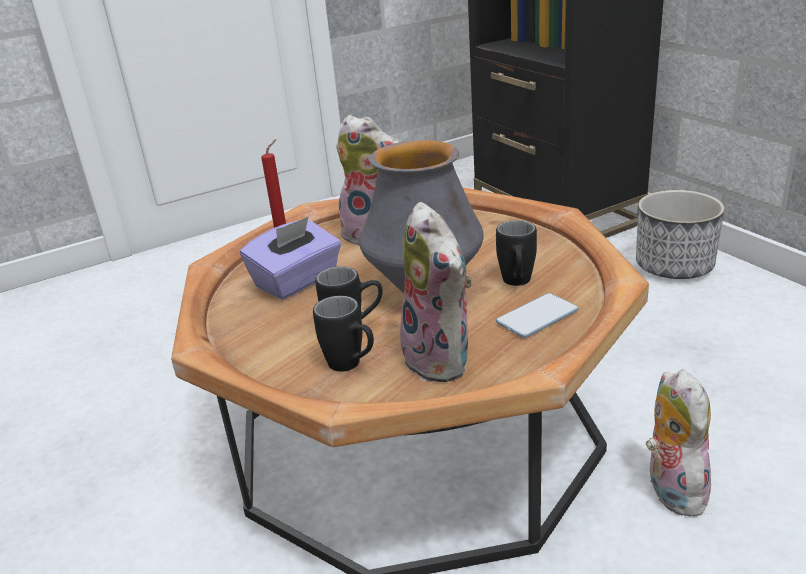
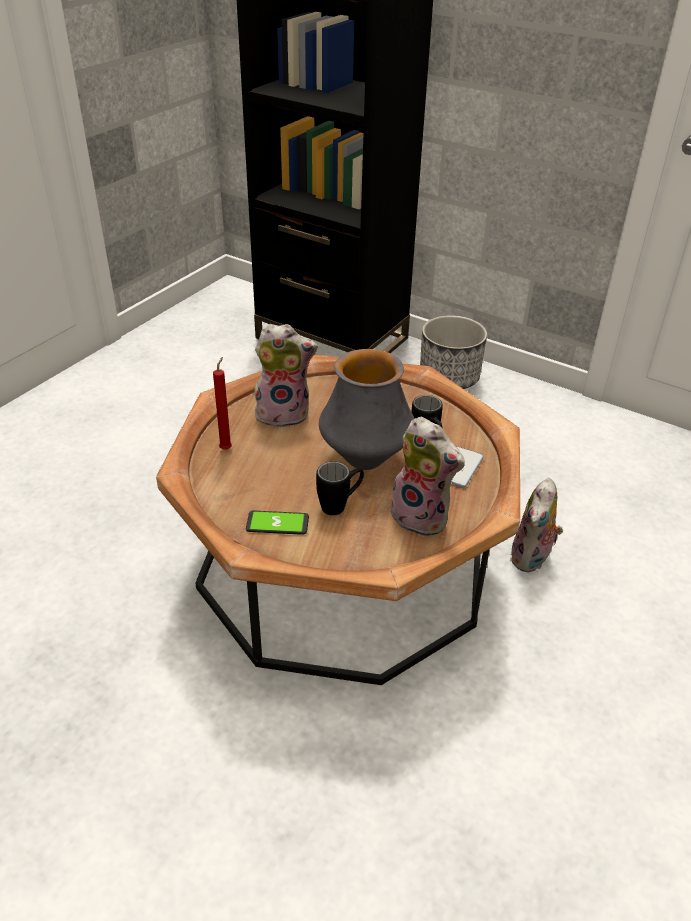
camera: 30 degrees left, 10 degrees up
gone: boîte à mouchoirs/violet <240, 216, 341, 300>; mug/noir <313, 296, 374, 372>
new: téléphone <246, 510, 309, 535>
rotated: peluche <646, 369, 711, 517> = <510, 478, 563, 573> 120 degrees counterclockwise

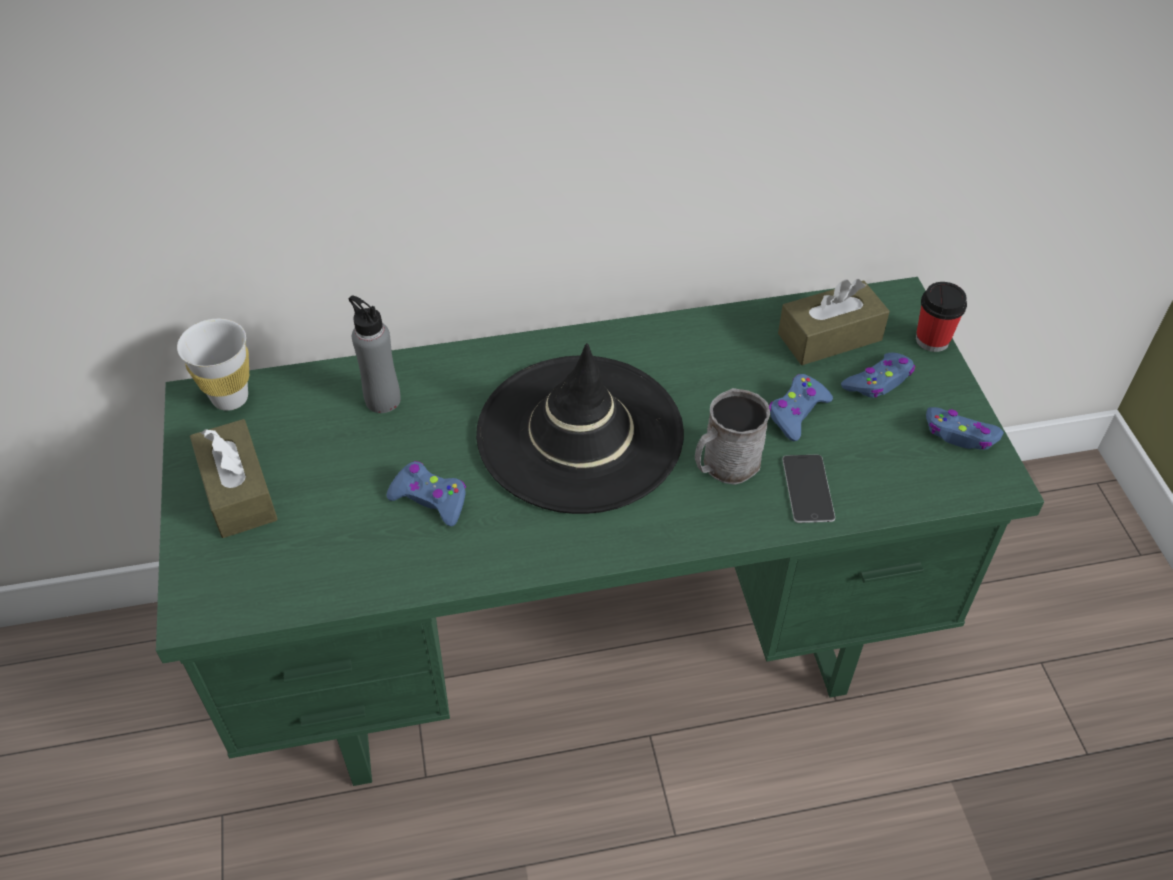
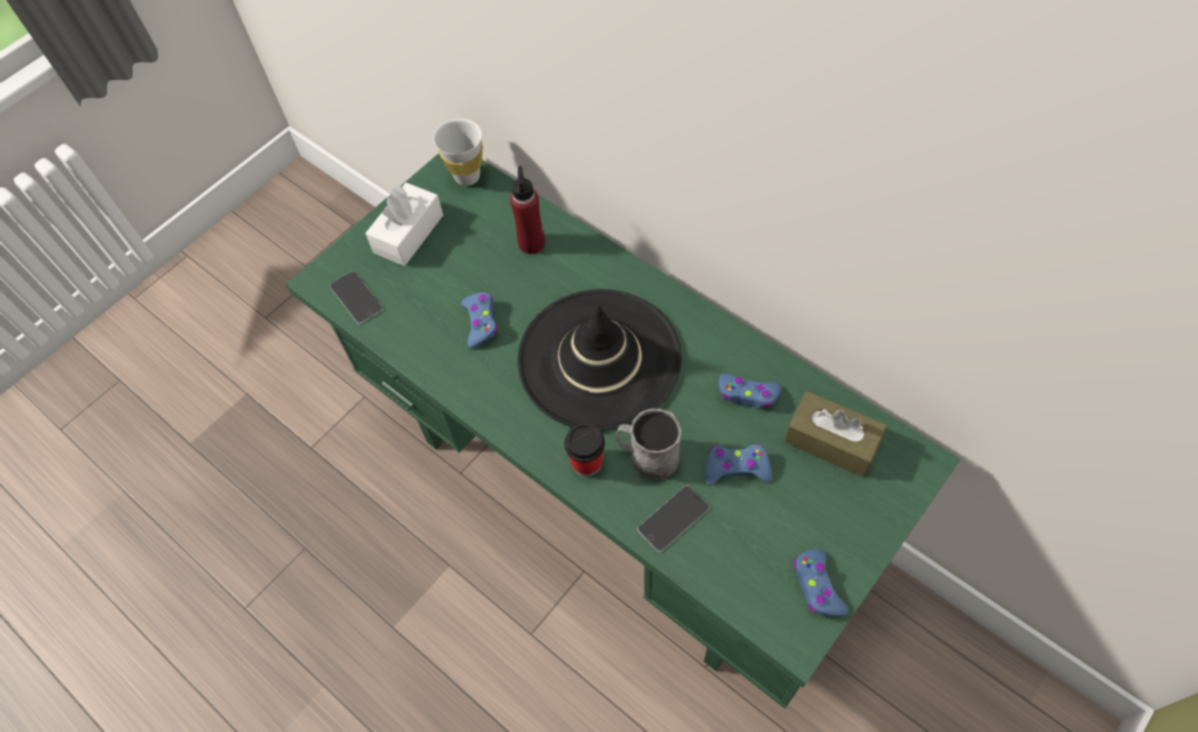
camera: 55 degrees right, 10 degrees up
new: téléphone <329, 271, 383, 324>
shifted: manette/bleu <841, 352, 915, 398> to <719, 373, 782, 408>; tasse <916, 282, 967, 352> to <564, 423, 605, 477>
repainted: boîte à mouchoirs/marron <190, 419, 278, 538> to boîte à mouchoirs/blanc <365, 182, 443, 266>; bouteille/gris <349, 296, 401, 413> to bouteille/rouge <510, 166, 545, 254>

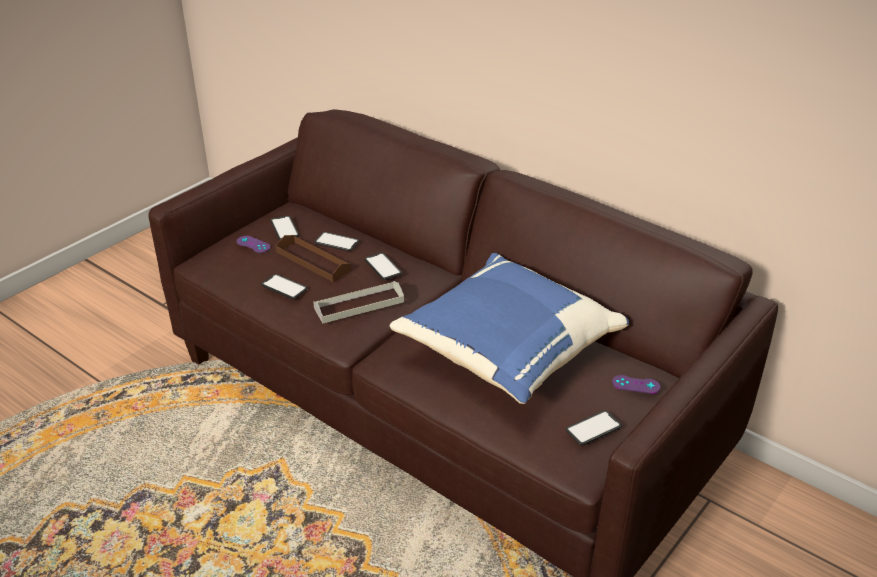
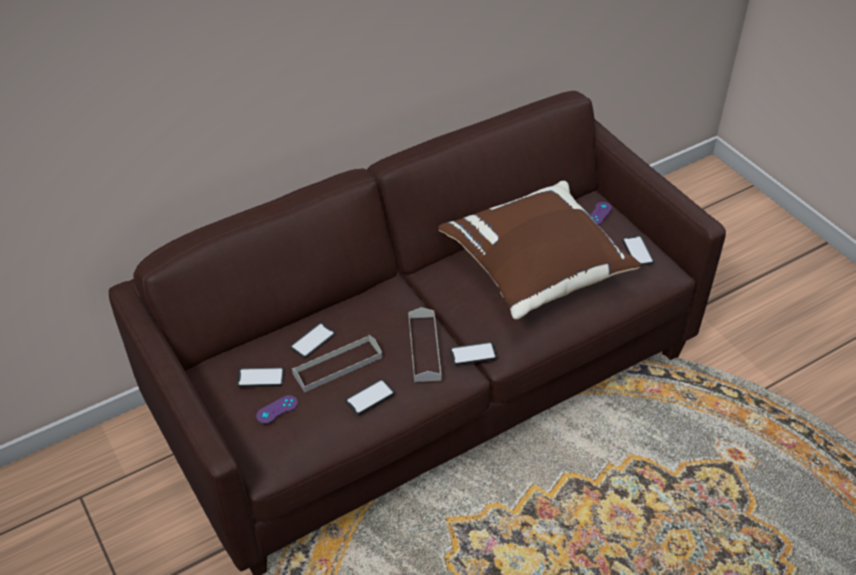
camera: 70 degrees left, 10 degrees up
shifted: téléphone <365, 253, 402, 280> to <450, 342, 497, 365>
repainted: plateau/marron <276, 235, 351, 282> to plateau/gris <292, 335, 382, 392>; coussin/bleu <389, 253, 629, 404> to coussin/marron <438, 180, 641, 319>

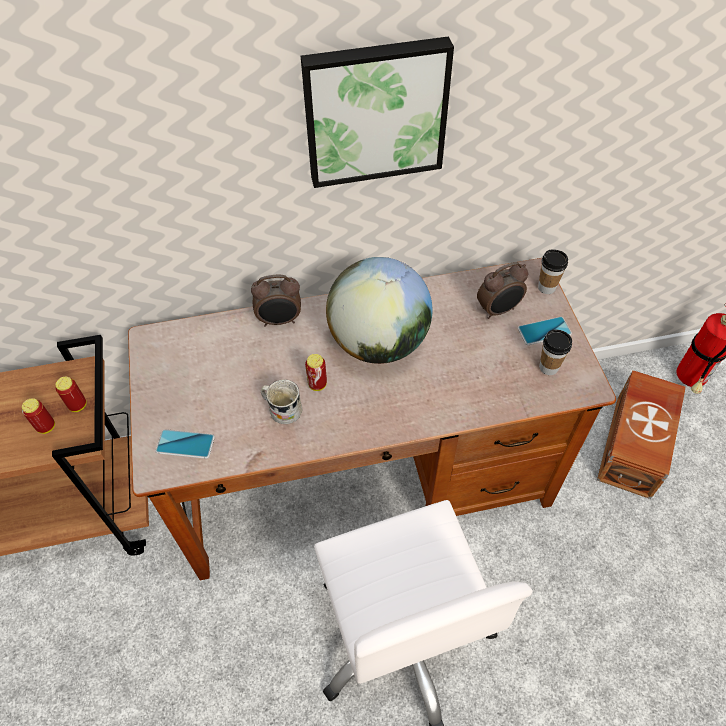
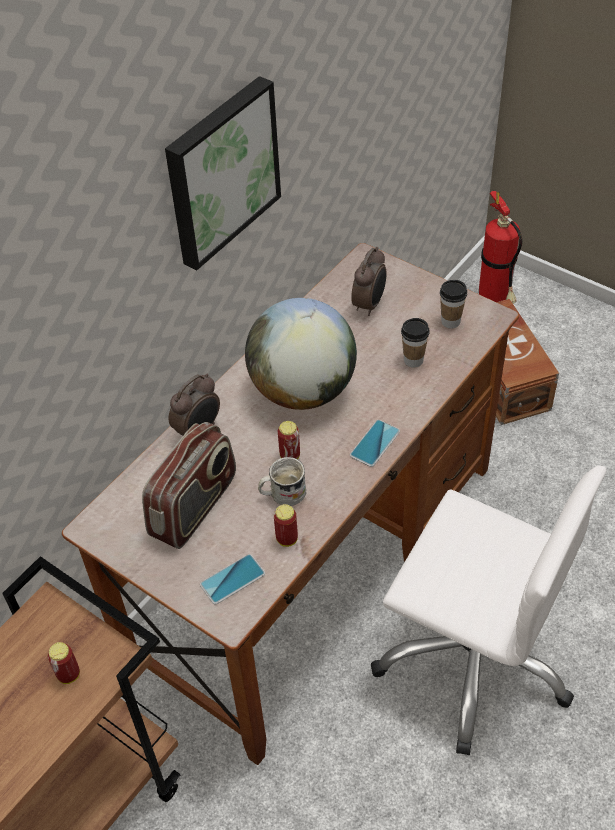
camera: 40 degrees left, 5 degrees down
new: radio <142, 422, 236, 549>
shifted: boîte métallique <56, 377, 87, 412> to <274, 504, 298, 547>; téléphone <518, 317, 572, 345> to <350, 420, 400, 467>; tasse <538, 249, 568, 294> to <401, 318, 429, 368>

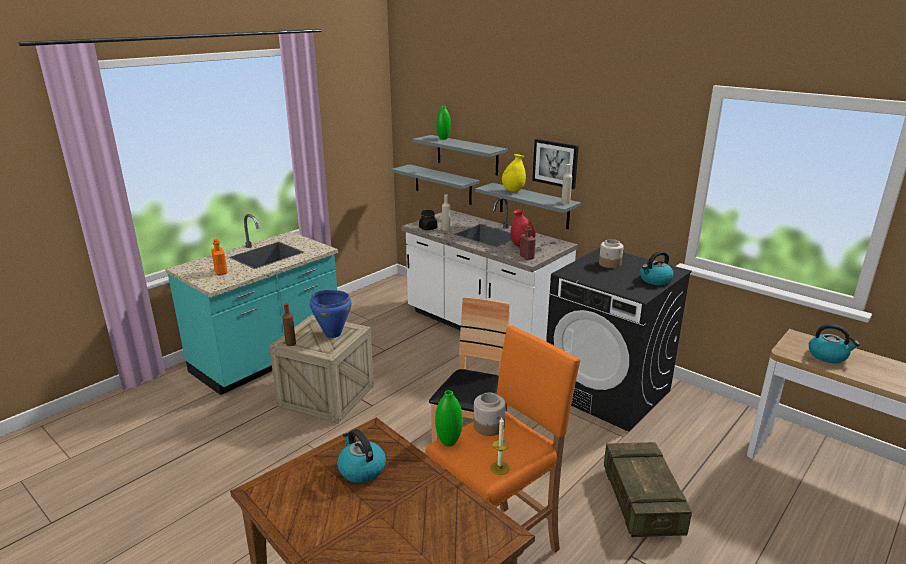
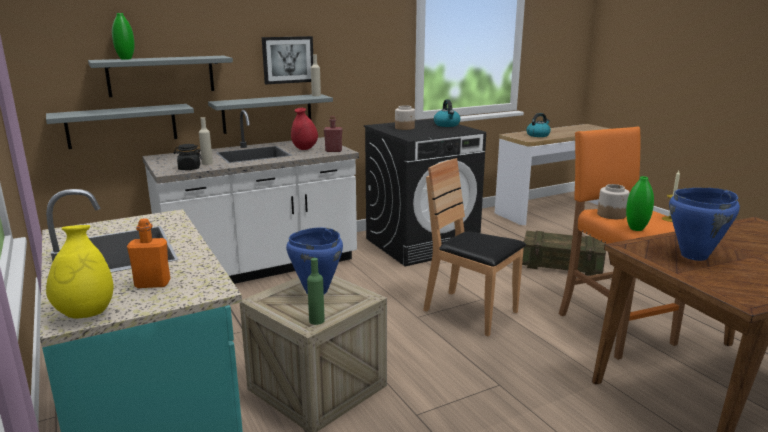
camera: 70 degrees left, 5 degrees down
shifted: vase/jaune <502, 154, 526, 192> to <46, 225, 114, 319>
swapped: bouilloire <337, 429, 386, 483> to marmite/bleu <669, 188, 740, 261>
repainted: bouteille/marron <282, 303, 296, 346> to bouteille/vert <307, 258, 325, 325>

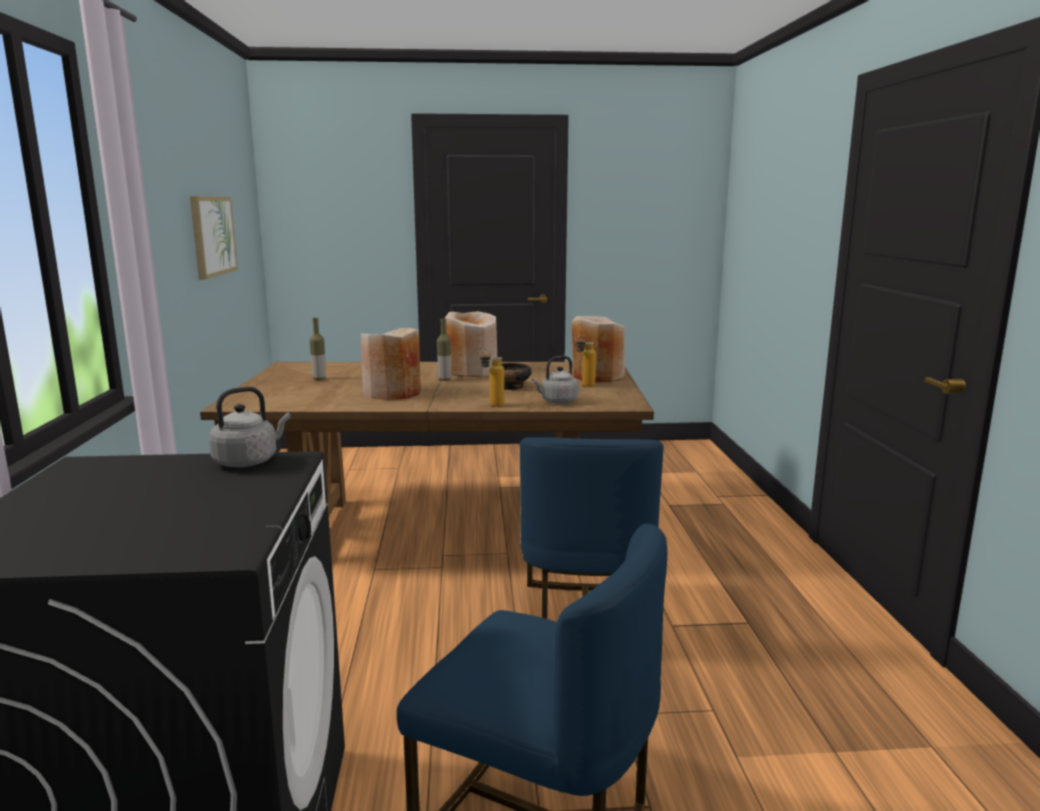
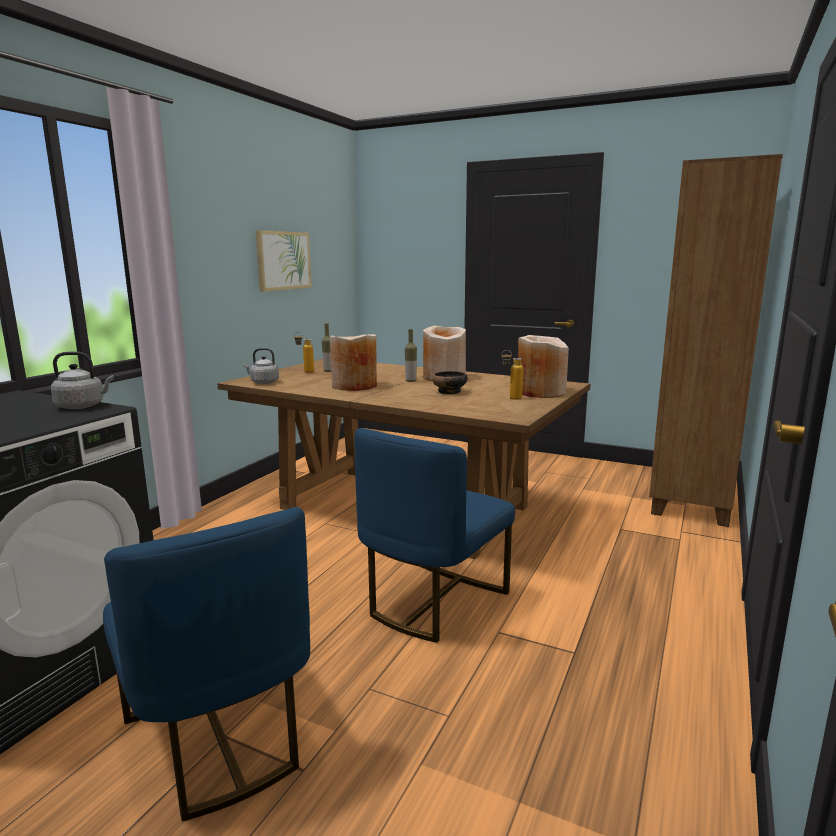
camera: 30 degrees right, 0 degrees up
new: bibliothèque/marron <649, 154, 783, 527>
shifted: bouteille <479, 349, 504, 407> to <294, 332, 314, 373>; bouilloire/gris <532, 356, 579, 404> to <243, 348, 279, 384>

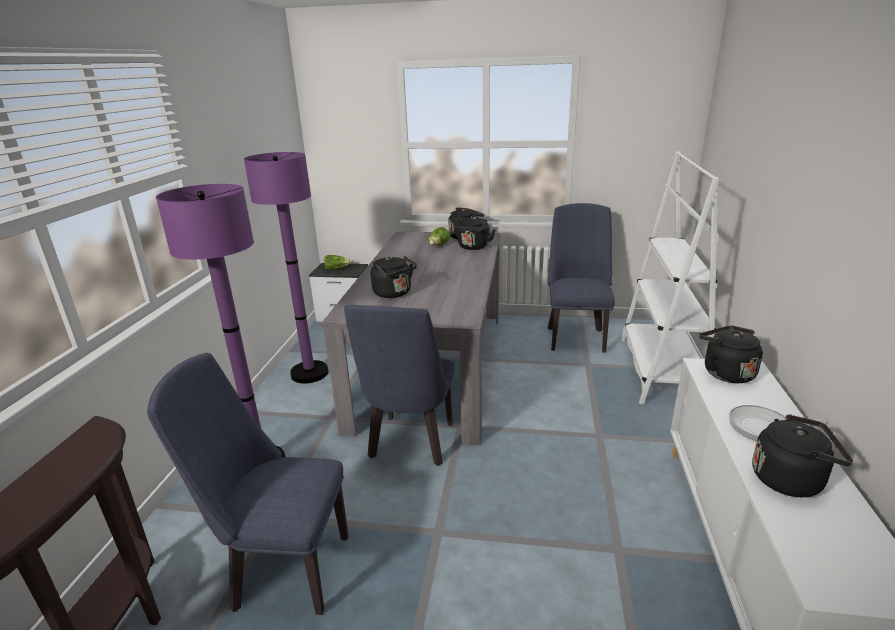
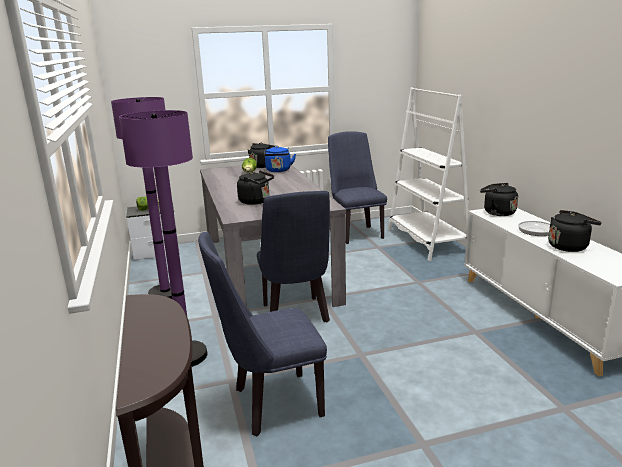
camera: 25 degrees left, 5 degrees down
repainted: bouilloire/noir <453, 216, 496, 250> to bouilloire/bleu <264, 146, 296, 172>

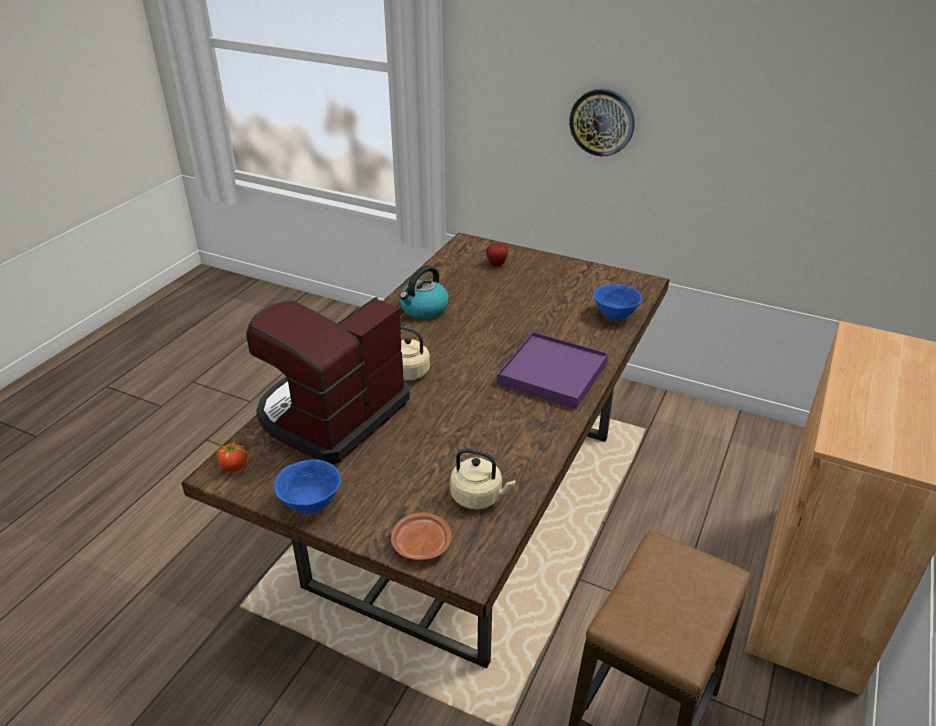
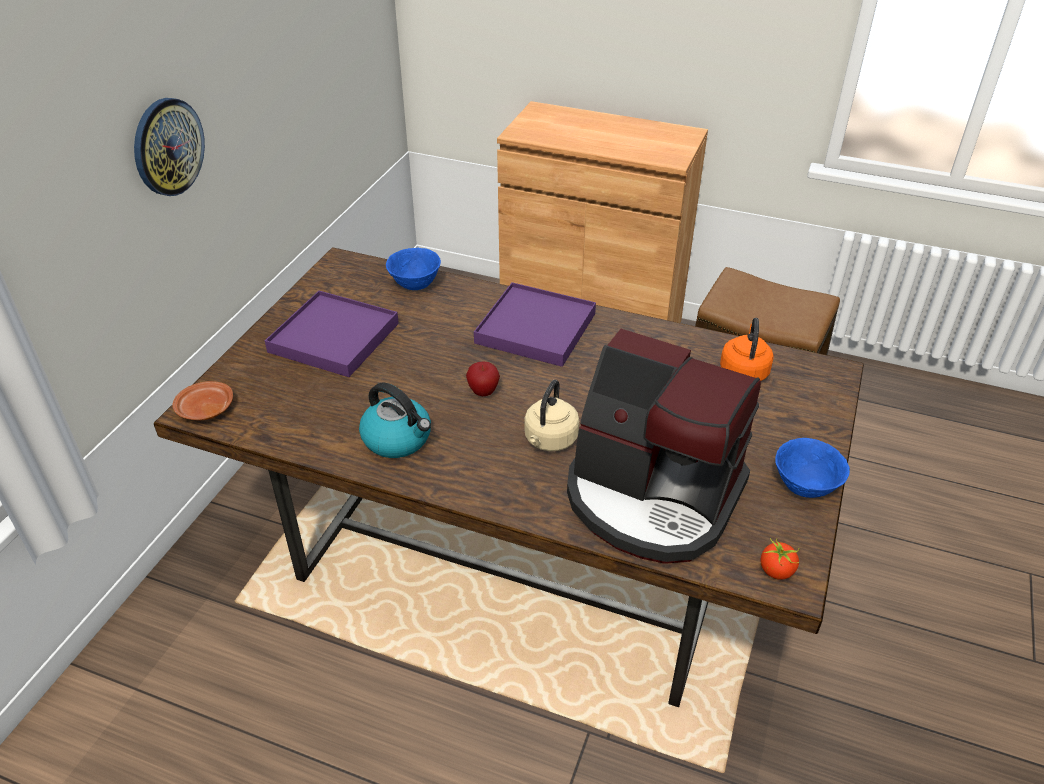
camera: 95 degrees left, 5 degrees up
new: plateau/violet <265, 291, 399, 377>
shifted: assiette/marron <391, 513, 452, 560> to <172, 381, 233, 421>; pomme <486, 243, 508, 266> to <466, 362, 500, 396>
repainted: bouilloire/beige <450, 448, 515, 509> to bouilloire/orange <720, 318, 774, 381>

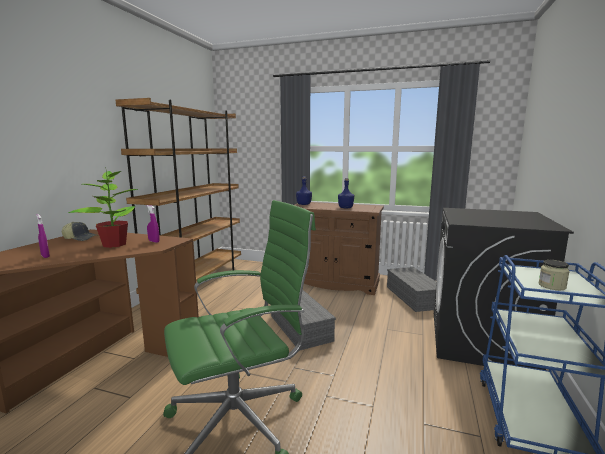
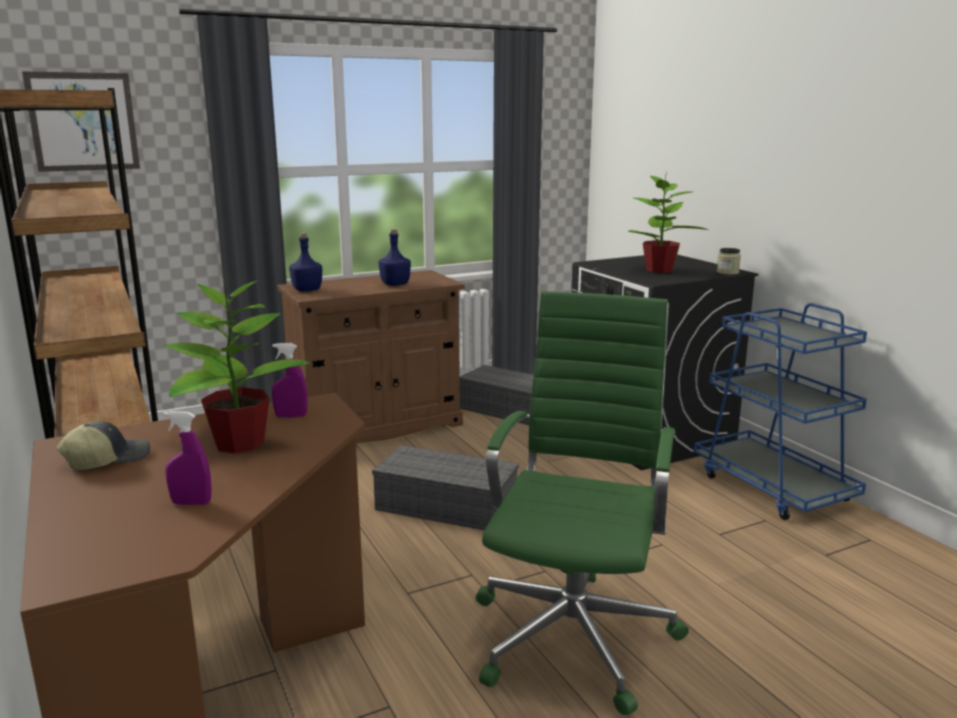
camera: 45 degrees left, 5 degrees up
new: tableau <22, 72, 140, 172>; plante en pot <628, 172, 709, 273>
shifted: bocal <539, 260, 570, 290> to <717, 248, 741, 275>

